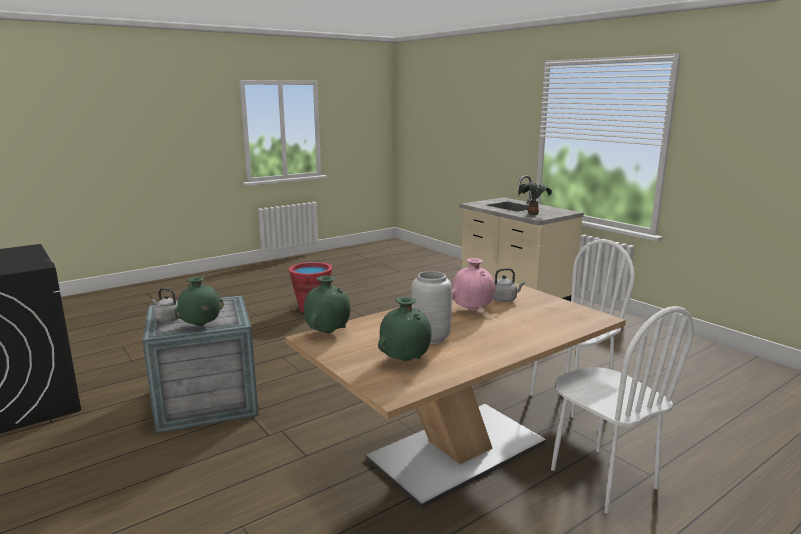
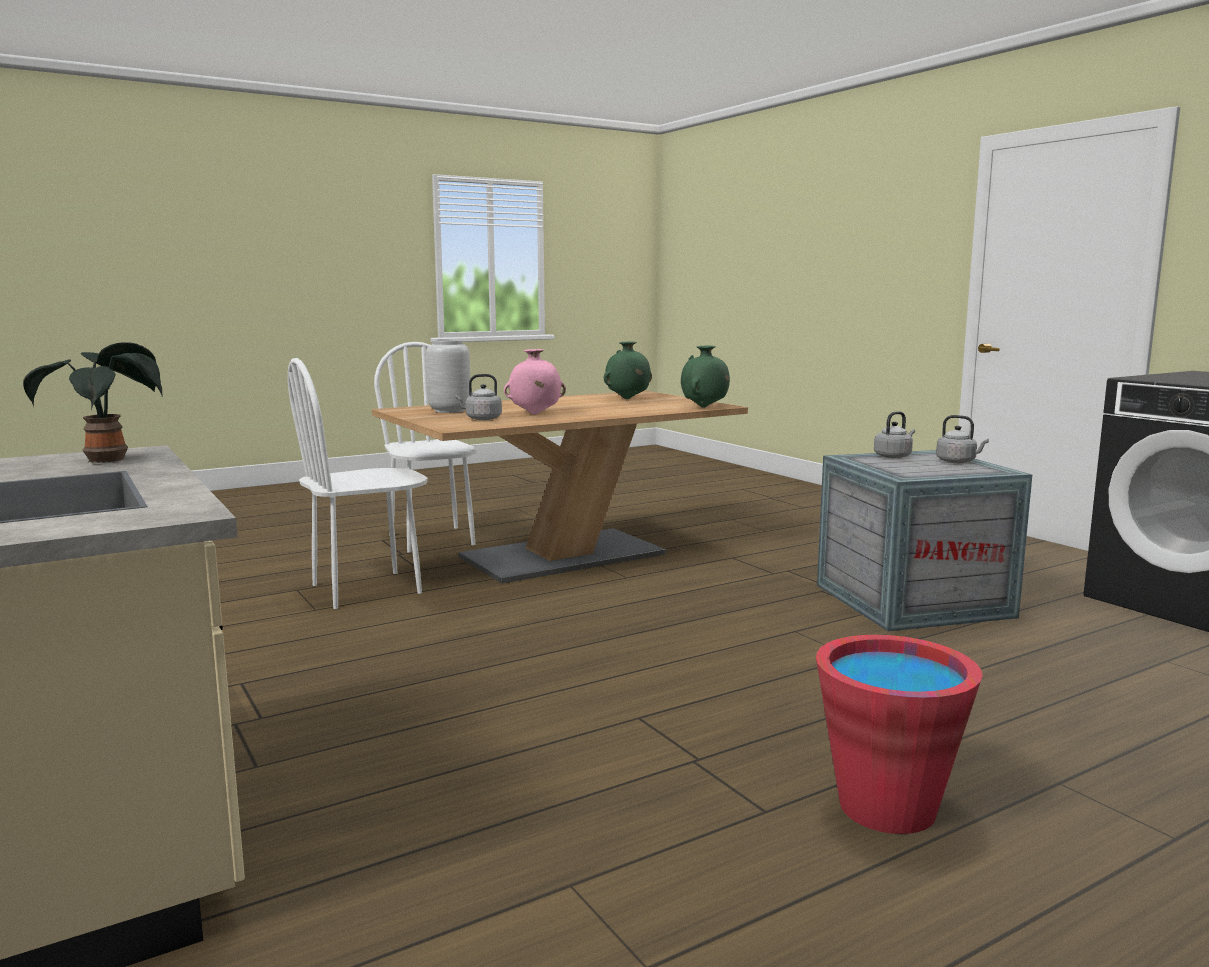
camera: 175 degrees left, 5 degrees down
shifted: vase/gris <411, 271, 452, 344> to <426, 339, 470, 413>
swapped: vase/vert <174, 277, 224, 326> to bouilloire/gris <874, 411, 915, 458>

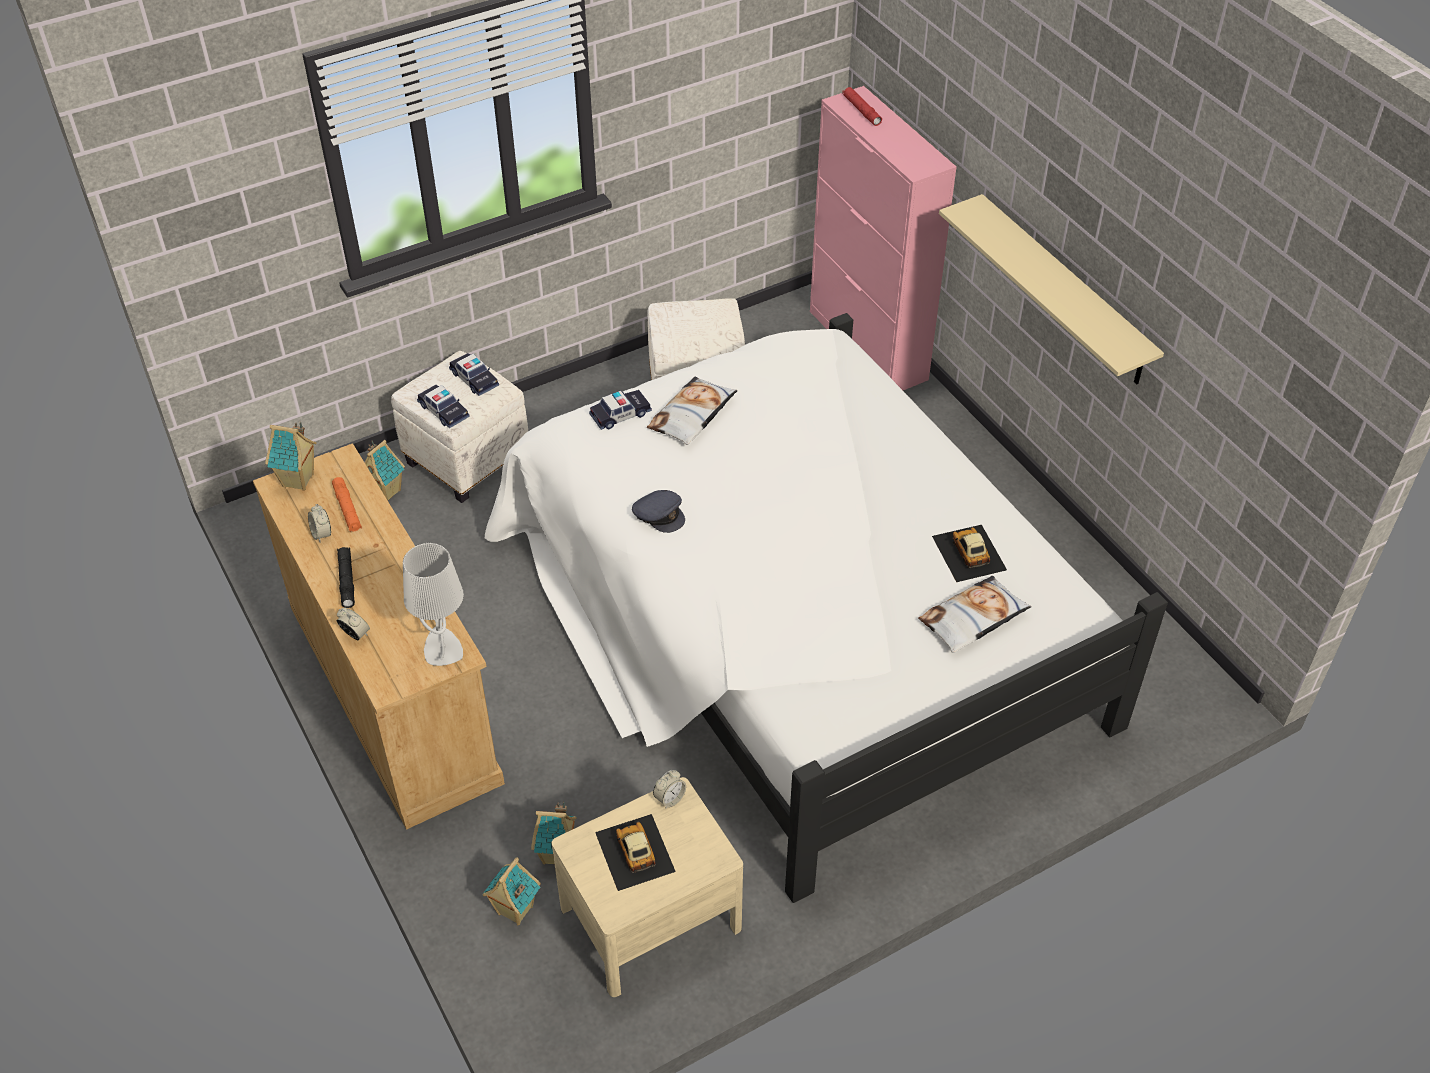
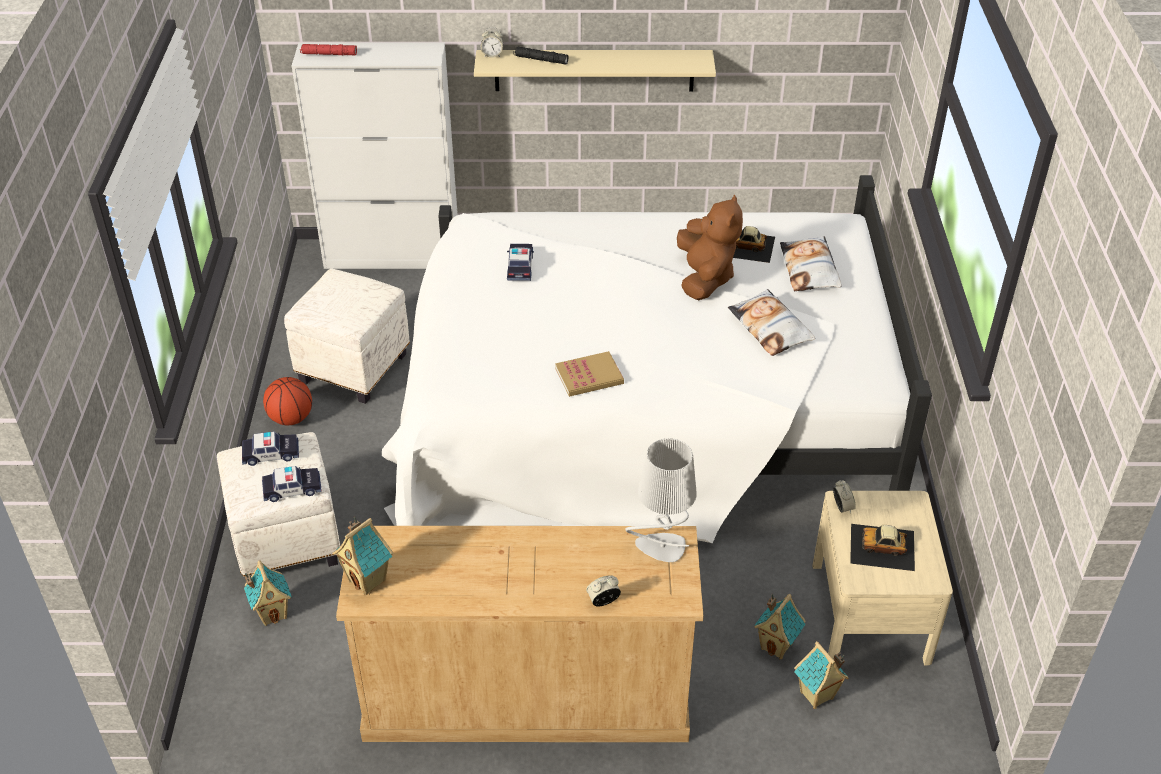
camera: 60 degrees left, 5 degrees down
gone: lampe de poche/orange <332, 477, 362, 532>
new: ballon de basket <263, 377, 312, 426>; peluche/marron <677, 194, 743, 300>
shifted: réveil <308, 504, 331, 542> to <481, 27, 503, 58>; lampe de poche/noir <337, 547, 355, 608> to <514, 47, 568, 64>; petite voiture <589, 390, 652, 430> to <507, 244, 534, 281>; coussin <647, 376, 738, 445> to <728, 289, 815, 356>
swapped: casquette/gris <632, 490, 685, 533> to livre <555, 351, 624, 397>
repainted: meuble de rangement/rose <810, 86, 957, 390> to meuble de rangement/blanc <292, 43, 458, 269>

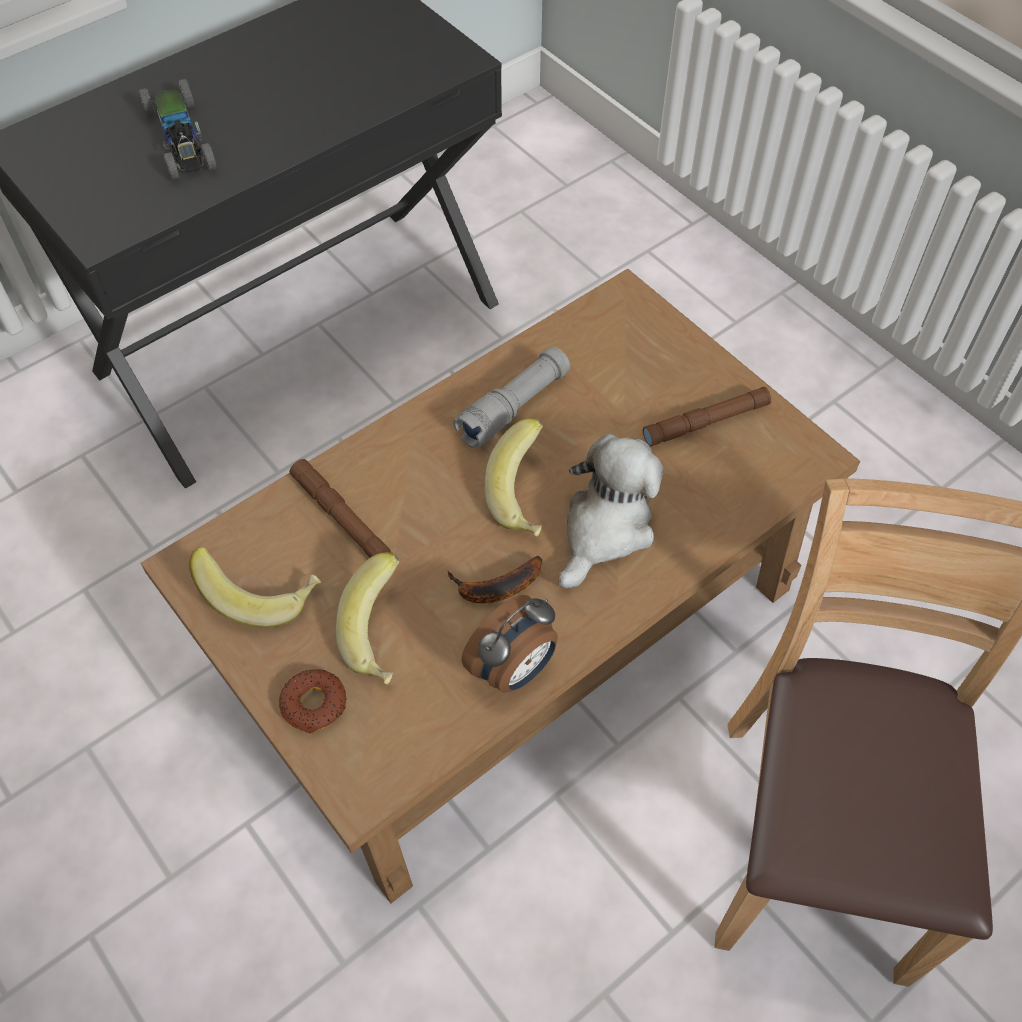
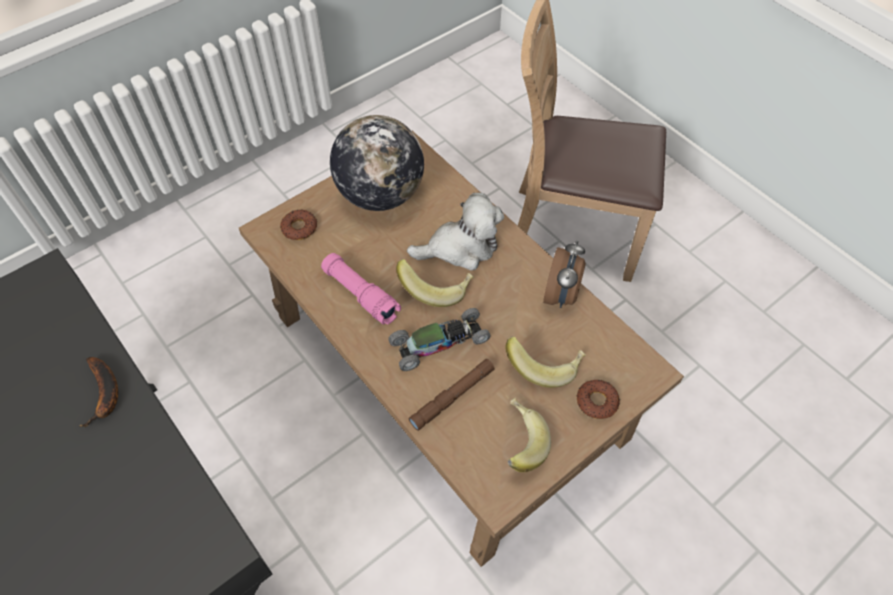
camera: 90 degrees left, 0 degrees up
new: beignet <280, 209, 317, 240>
shifted: petite voiture <139, 79, 217, 180> to <389, 308, 490, 371>; banane <447, 556, 542, 603> to <80, 357, 118, 427>
swapped: lampe de poche/marron <643, 387, 771, 447> to globe <330, 115, 424, 211>
repainted: lampe de poche/gris <453, 346, 570, 448> to lampe de poche/rose <321, 253, 401, 325>
rotated: réveil <461, 595, 558, 693> = <543, 241, 586, 308> 60 degrees clockwise; peluche <559, 434, 663, 589> = <407, 193, 504, 271> 135 degrees clockwise

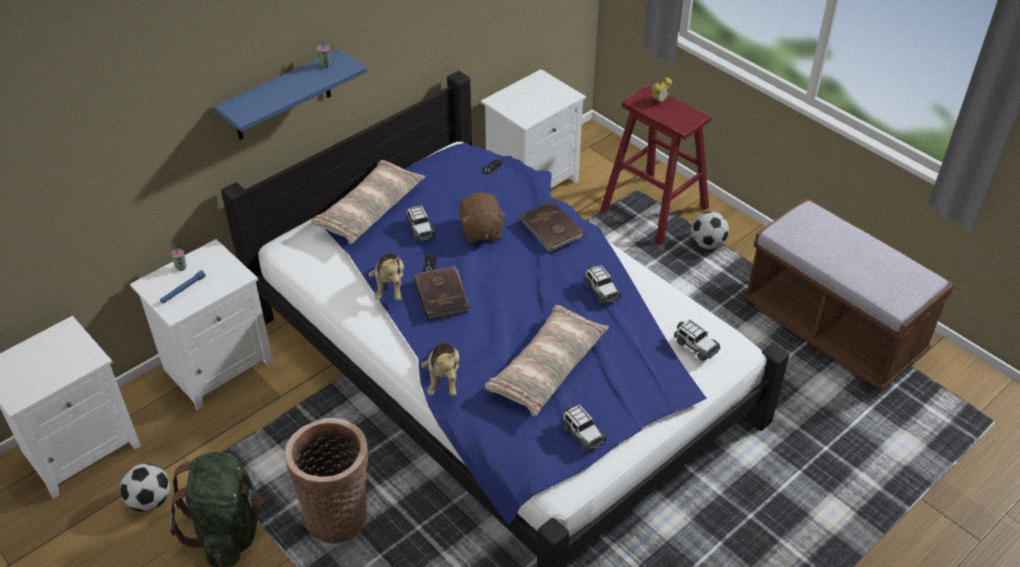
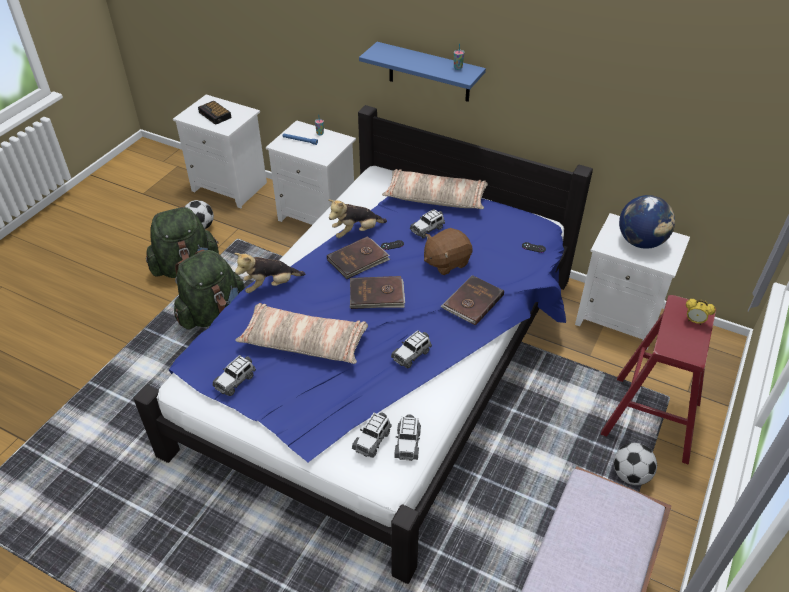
camera: 70 degrees right, 0 degrees up
new: réveil <198, 101, 231, 125>; livre/marron <350, 276, 405, 309>; petite voiture <394, 414, 421, 461>; globe <619, 195, 675, 249>
swapped: panier <285, 418, 369, 544> to sac à dos/vert <174, 249, 245, 329>

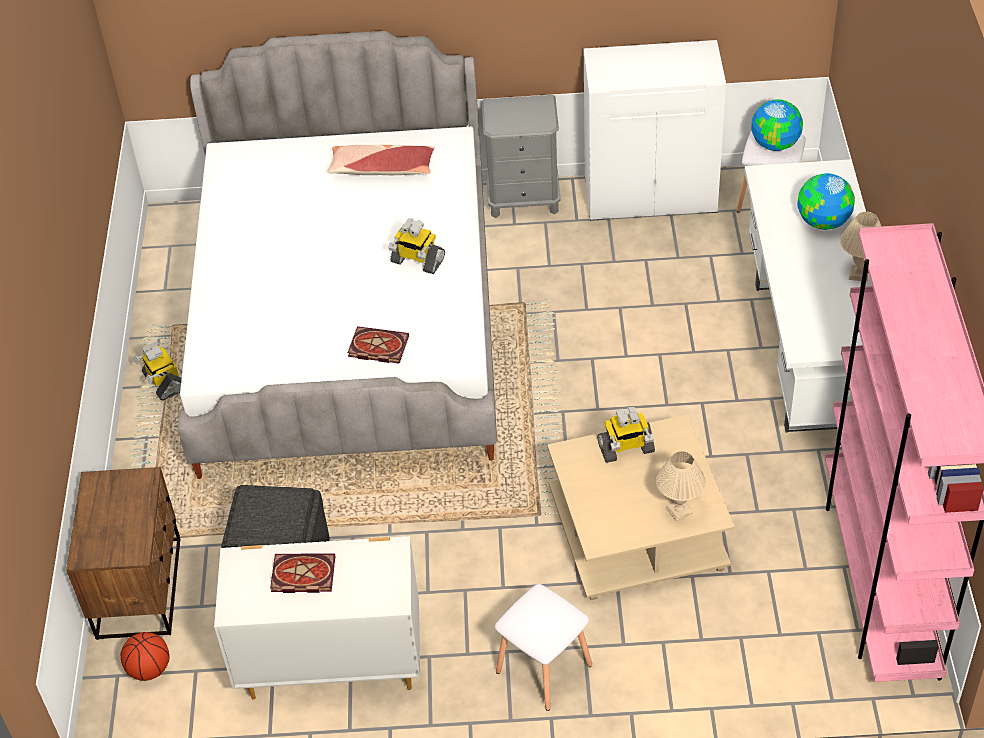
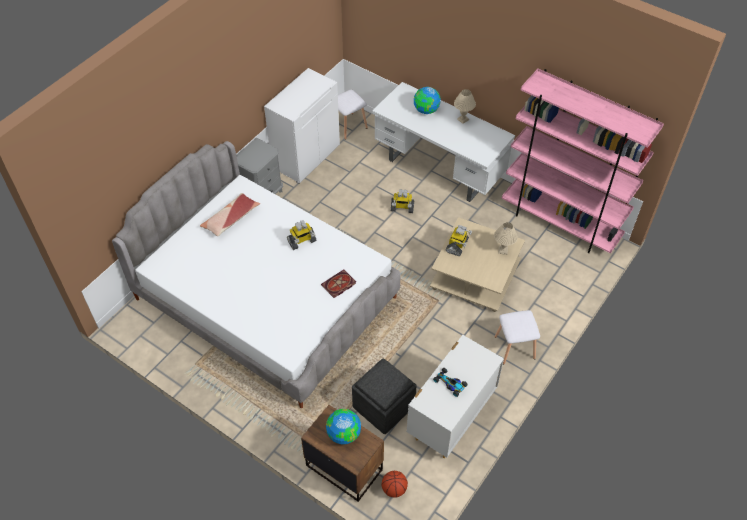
camera: 55 degrees left, 5 degrees up
shifted: robot jouet <133, 342, 182, 401> to <391, 189, 414, 213>; globe <751, 99, 803, 151> to <326, 409, 361, 444>
swapped: livre <270, 553, 335, 593> to petite voiture <433, 368, 467, 397>

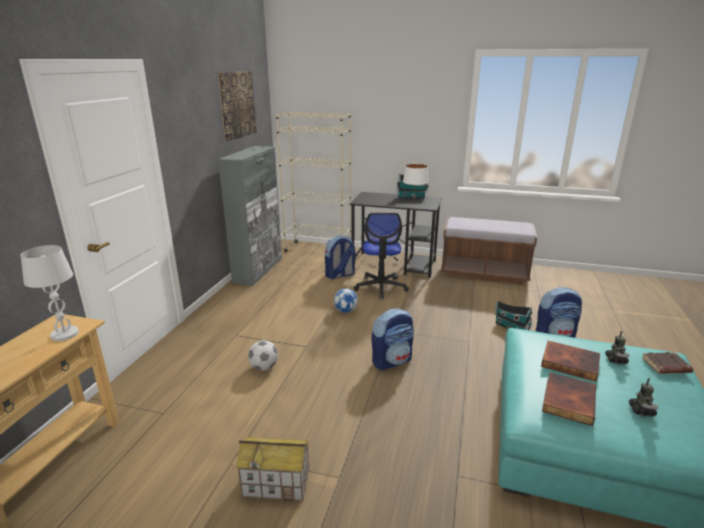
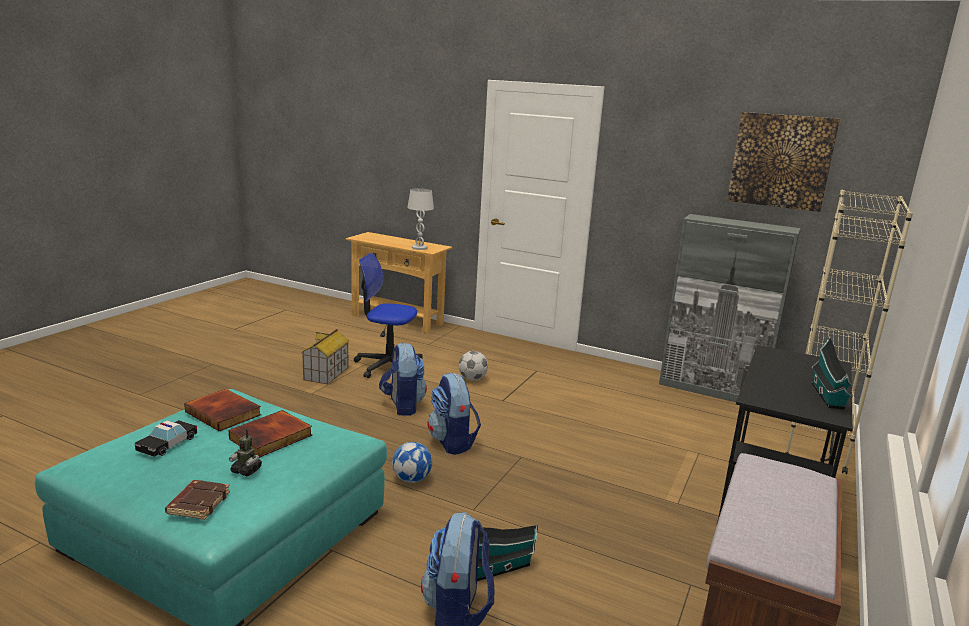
camera: 100 degrees right, 5 degrees down
gone: lampe de table/blanc <403, 164, 429, 205>
shifted: sac à dos <325, 236, 356, 279> to <379, 342, 427, 416>; ballon de foot <334, 288, 358, 313> to <392, 442, 432, 483>; chaise de bureau <353, 213, 409, 300> to <354, 253, 423, 378>
swapped: robot jouet <629, 378, 658, 416> to petite voiture <135, 420, 197, 457>

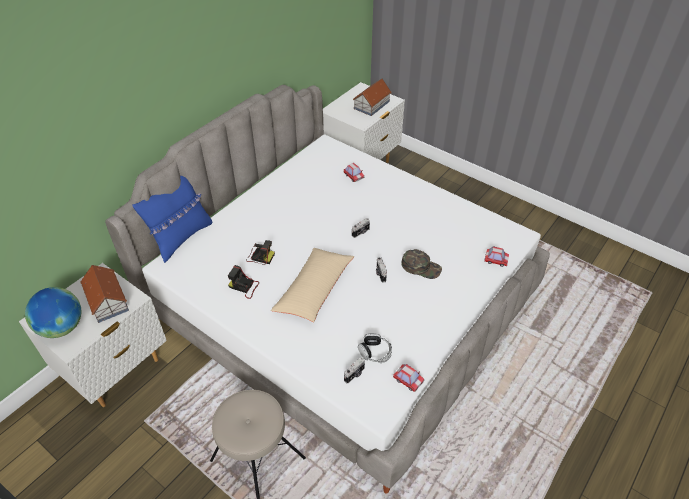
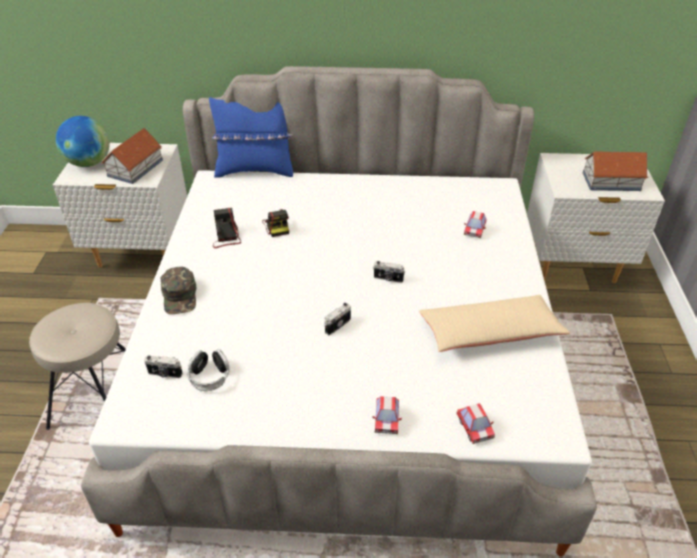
camera: 55 degrees right, 5 degrees down
shifted: coussin/beige <271, 248, 354, 322> to <419, 295, 570, 352>; petite voiture <393, 364, 424, 392> to <372, 396, 402, 434>; casquette/vert <401, 249, 442, 279> to <160, 267, 196, 314>

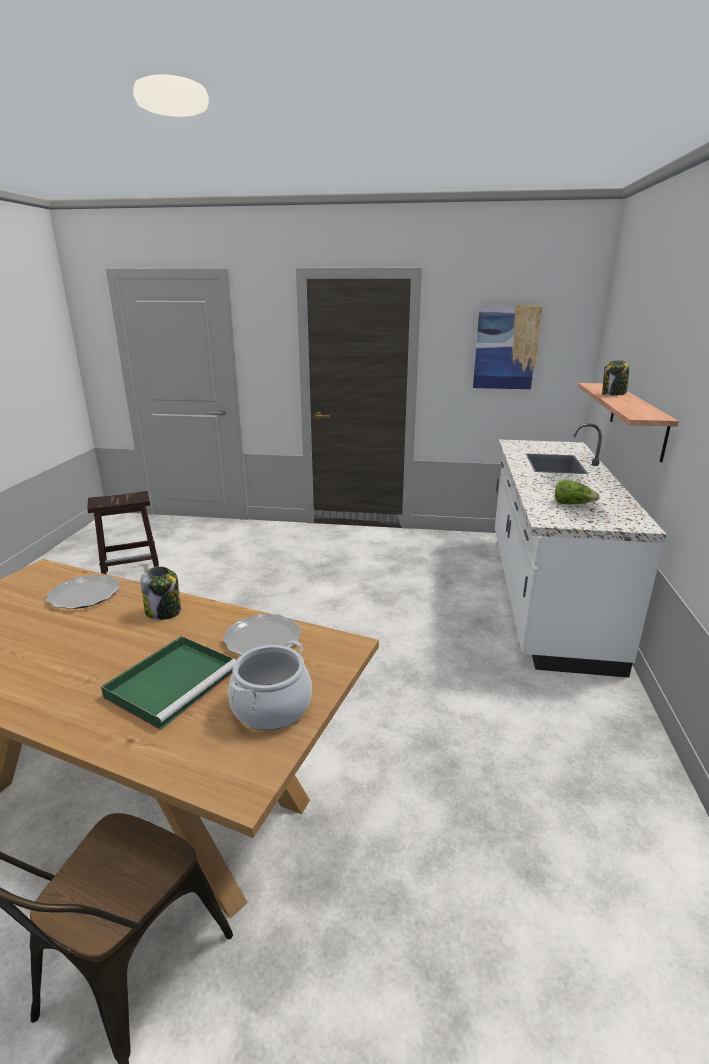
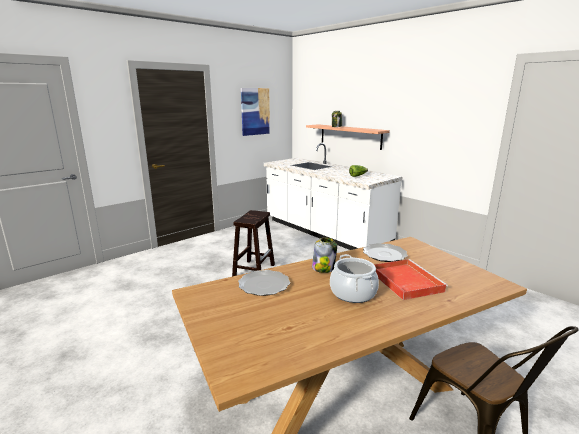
camera: 50 degrees left, 5 degrees down
shifted: tabouret/marron <87, 491, 159, 574> to <232, 210, 275, 276>; marmite <228, 640, 312, 730> to <330, 254, 379, 303>
repainted: plateau/vert <101, 636, 236, 730> to plateau/rouge <374, 259, 448, 300>

